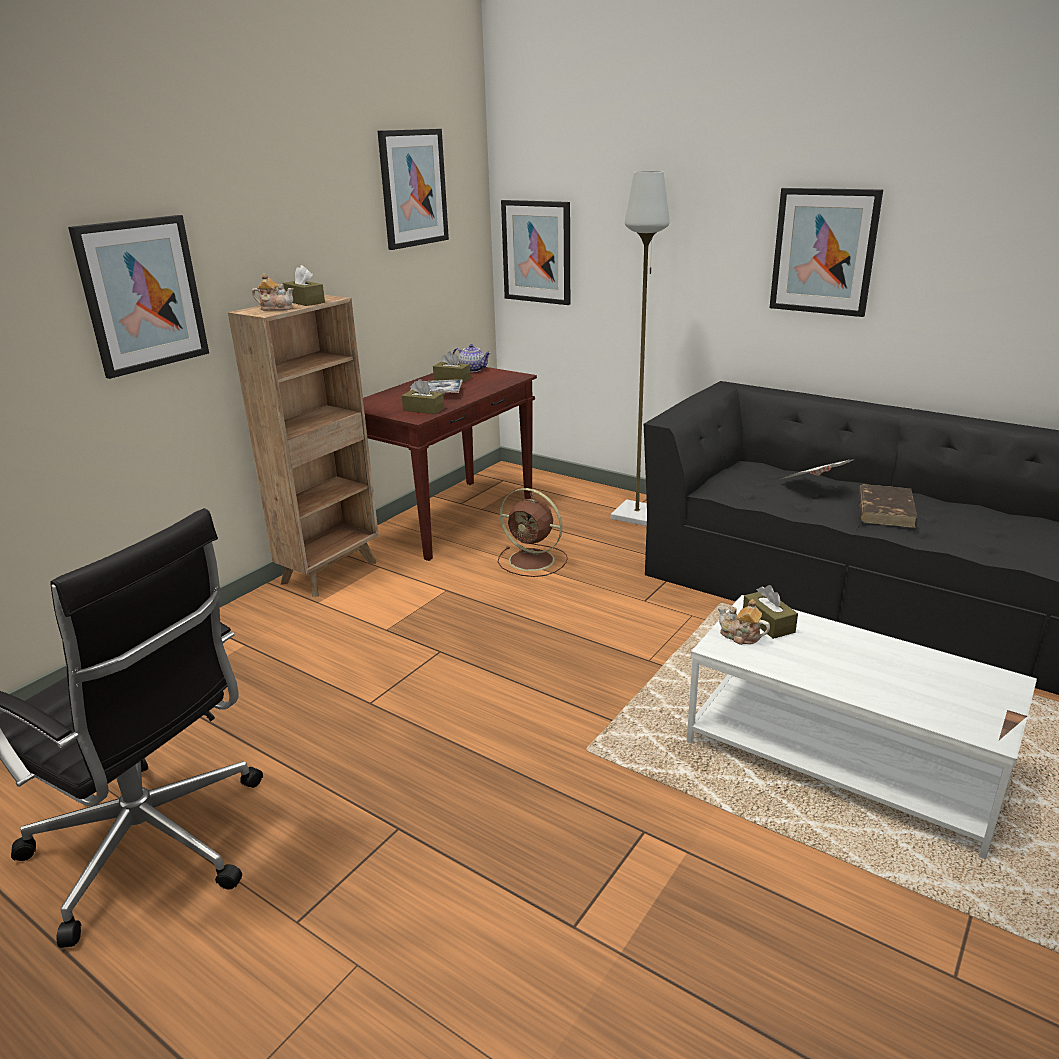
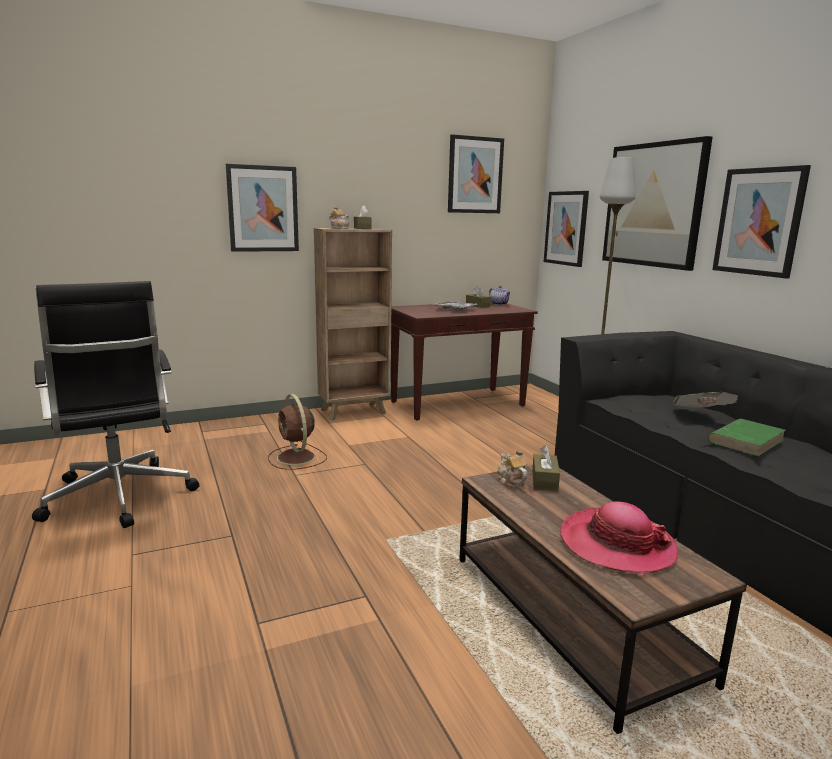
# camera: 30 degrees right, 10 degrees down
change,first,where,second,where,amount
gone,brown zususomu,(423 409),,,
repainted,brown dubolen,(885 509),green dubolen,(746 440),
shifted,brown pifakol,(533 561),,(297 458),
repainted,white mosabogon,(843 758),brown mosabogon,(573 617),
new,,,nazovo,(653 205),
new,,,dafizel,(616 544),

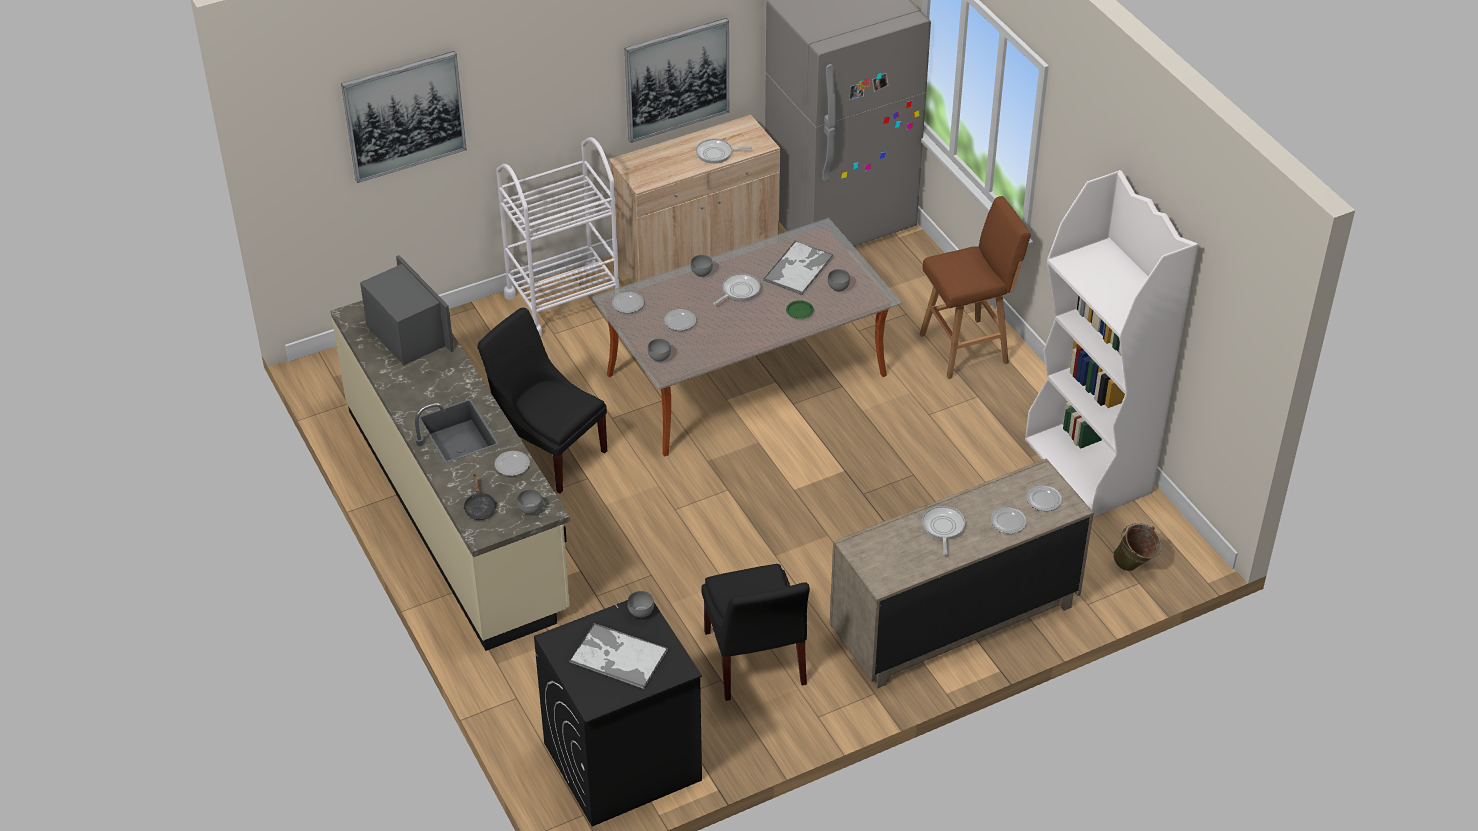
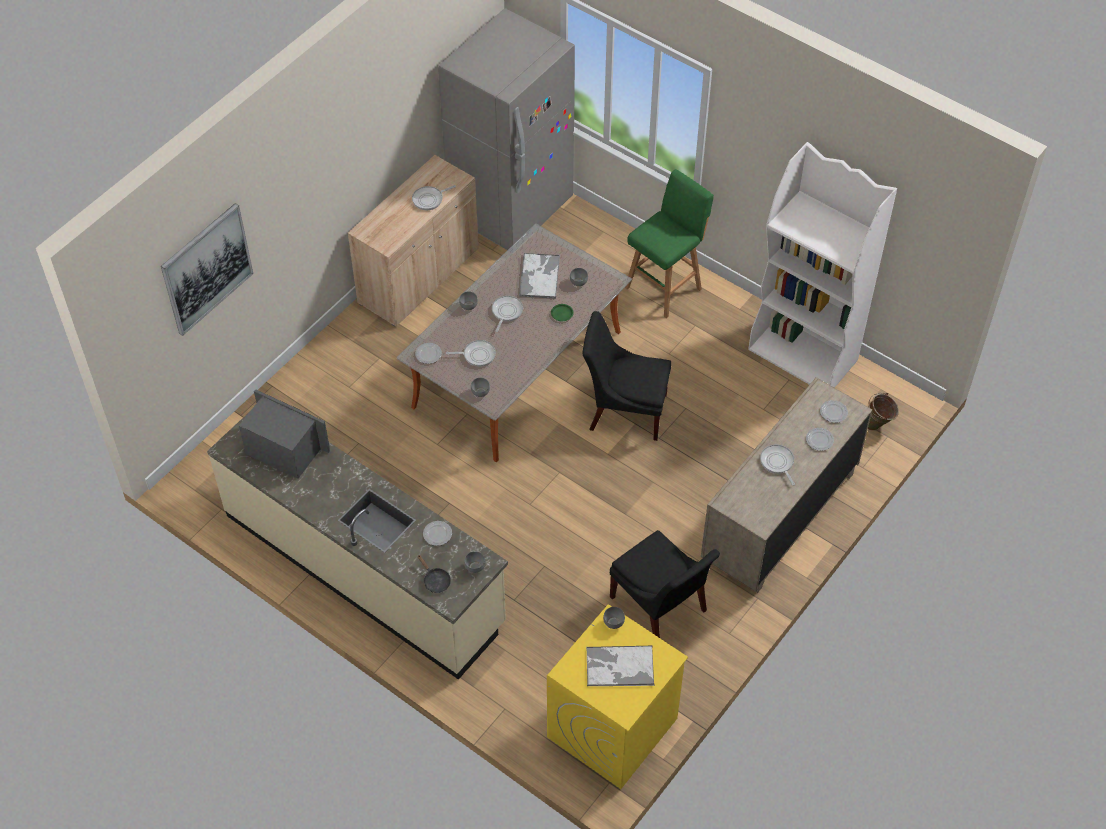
# camera: 25 degrees left, 10 degrees up
change,first,where,second,where,amount
gone,nazovo,(677 79),,,
gone,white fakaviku,(563 301),,,
repainted,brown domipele,(967 348),green domipele,(665 287),
shifted,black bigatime,(547 451),,(624 410),
swapped,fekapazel,(679 321),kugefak,(477 355),
repainted,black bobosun,(621 762),yellow bobosun,(612 728),

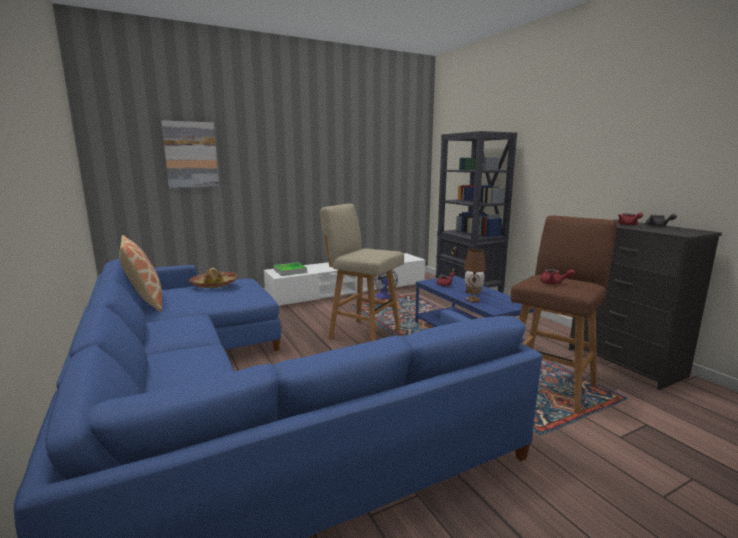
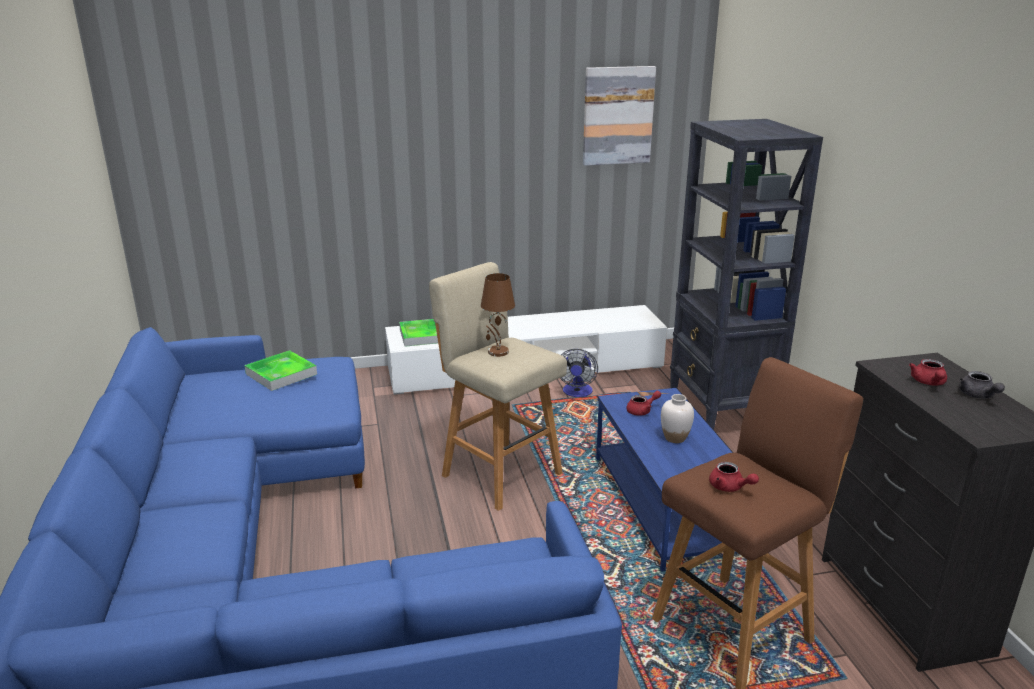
# camera: 15 degrees right, 10 degrees up
change,first,where,second,where,amount
shifted,nazovo,(191 155),,(617 115),
gone,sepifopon,(145 302),,,
shifted,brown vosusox,(472 300),,(497 352),
swapped,dafizel,(214 285),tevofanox,(281 374),

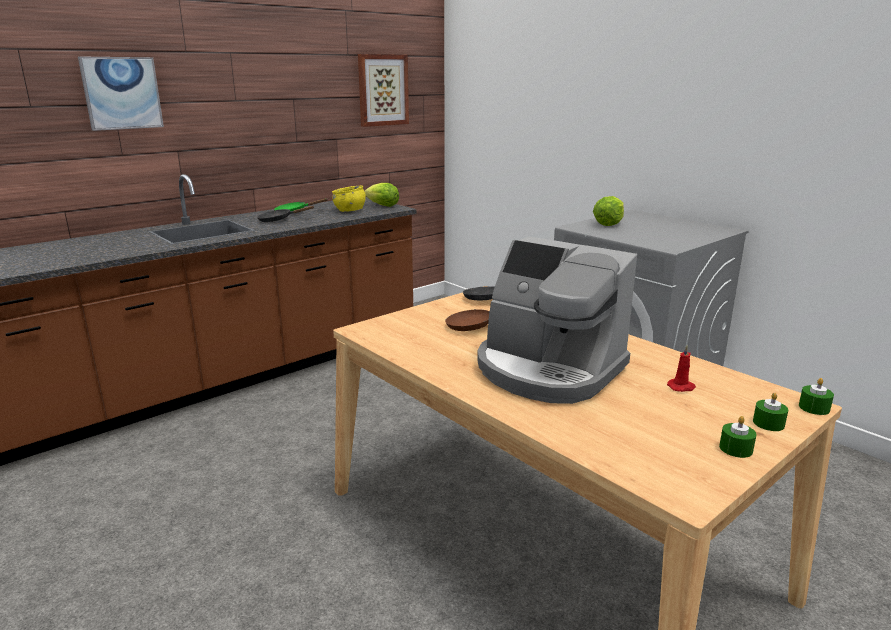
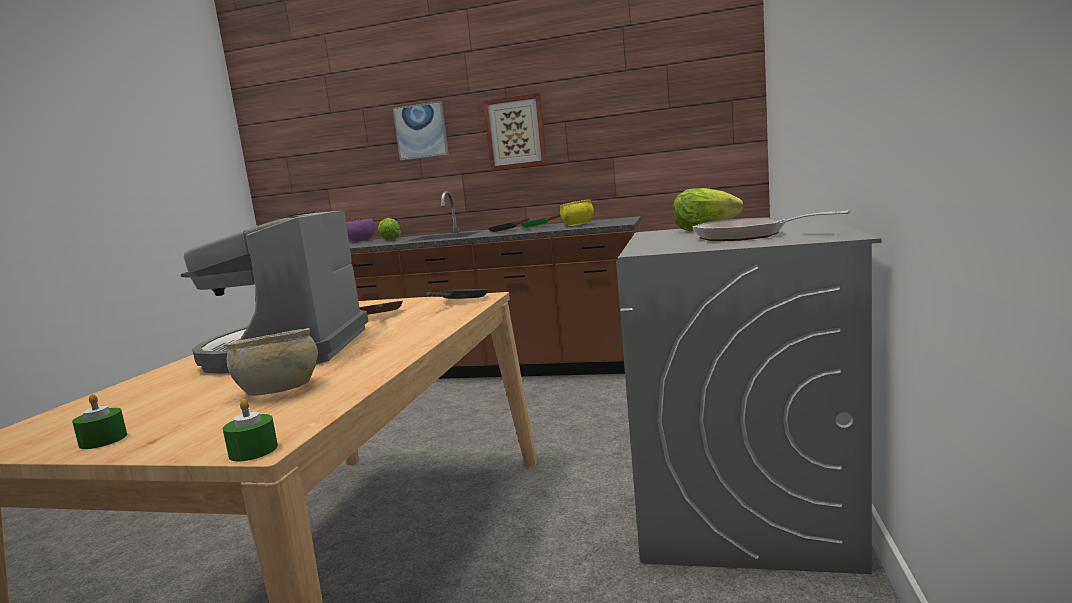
# camera: 55 degrees right, 10 degrees down
change,first,where,second,where,amount
shifted,nazovo,(382 90),,(515 132),
shifted,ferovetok,(382 206),,(391 240),
swapped,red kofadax,(681 387),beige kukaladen,(280 390),
gone,green kofadax,(768 423),,,
new,,,kugefak,(748 236),
new,,,purple kukaladen,(361 241),

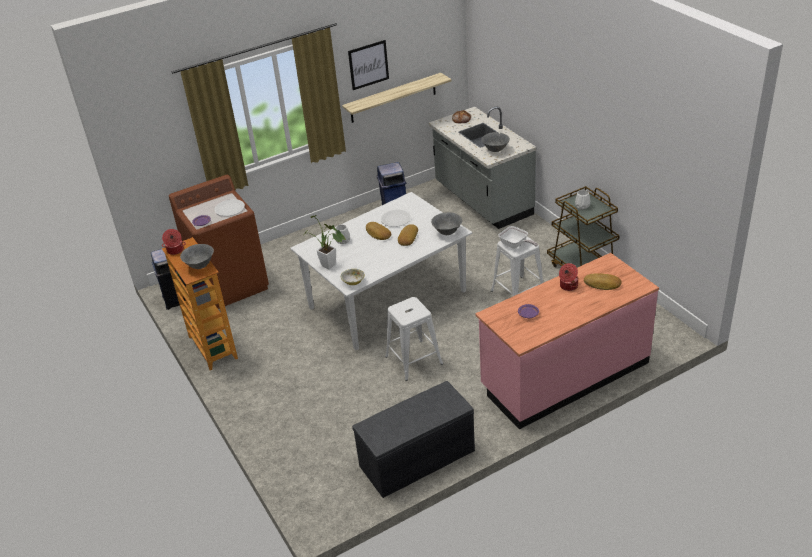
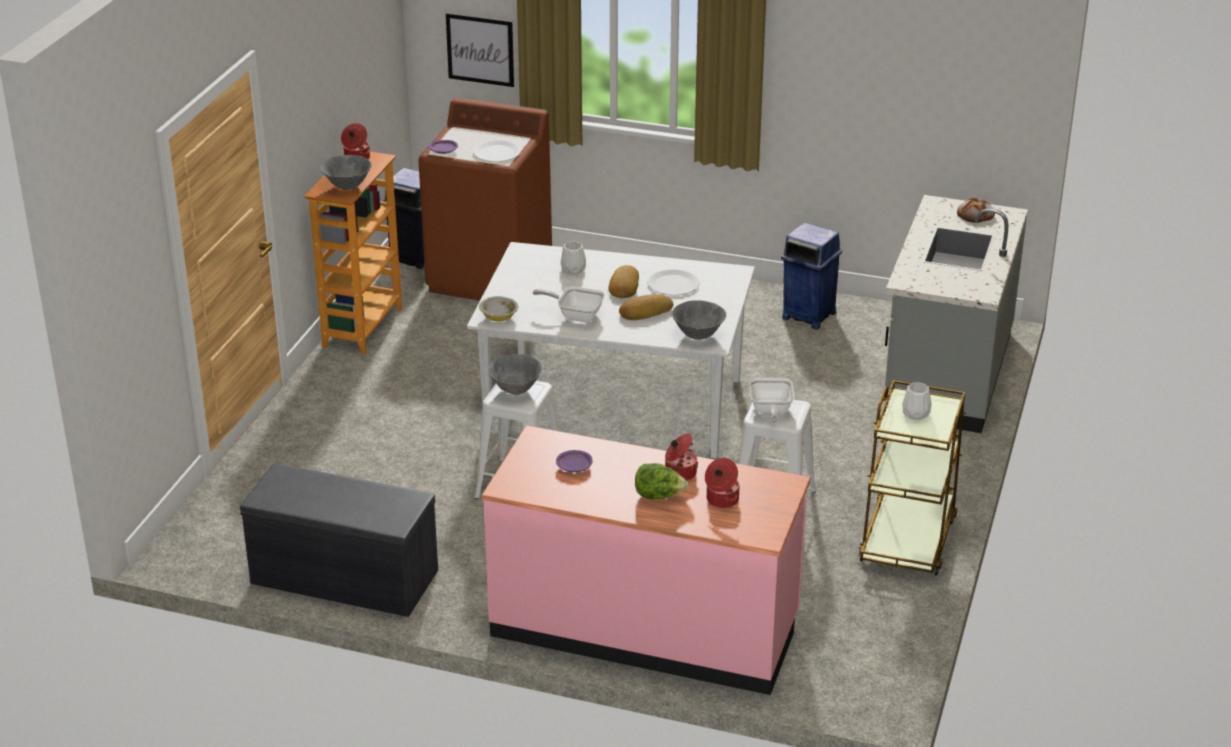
# camera: 45 degrees right, 5 degrees down
change,first,where,second,where,amount
shifted,nazovo,(368 65),,(480 49),
gone,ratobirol,(393 98),,,
shifted,grey kukaladen,(495 150),,(515 390),
gone,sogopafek,(331 266),,,
swapped,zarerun,(602 284),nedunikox,(721 500),
new,,,kugefak,(576 315),
new,,,ferovetok,(659 496),

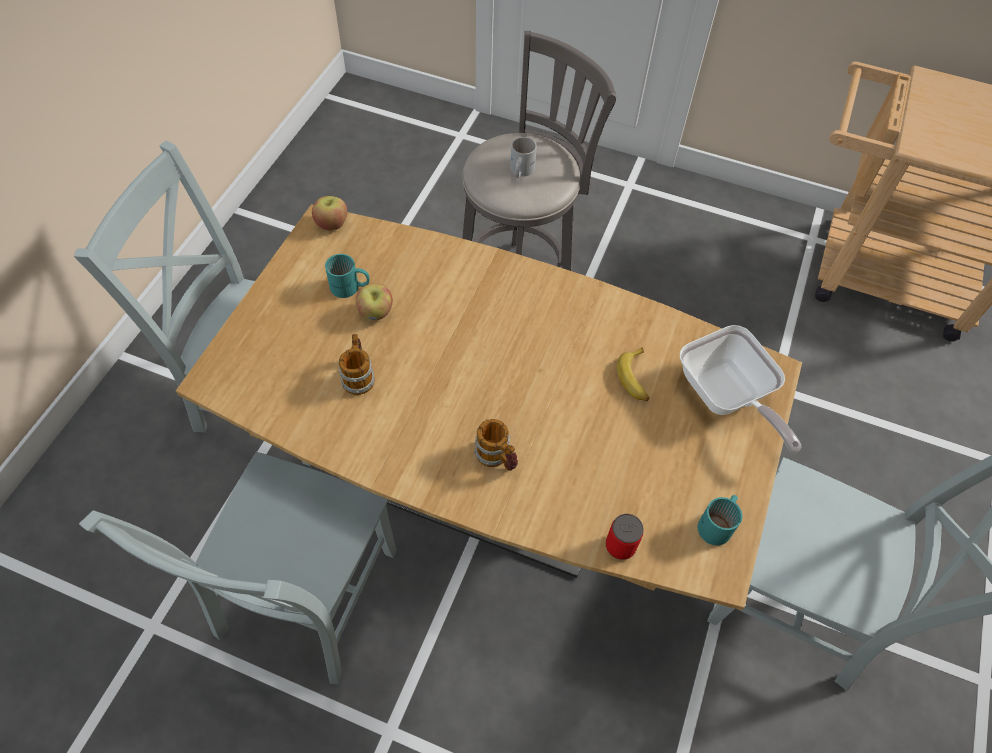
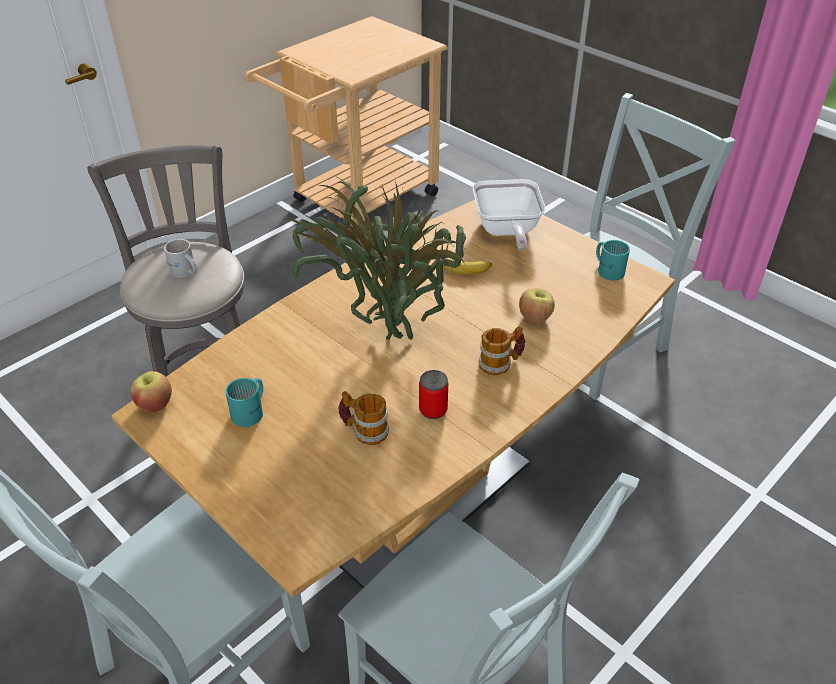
# camera: 65 degrees left, 15 degrees down
change,first,where,second,where,amount
shifted,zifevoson,(376 313),,(535 318),
rotated,kugefak,(726 398),,(506 231),90 degrees clockwise
shifted,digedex,(620 546),,(433 410),
new,,,sogopafek,(388 331),

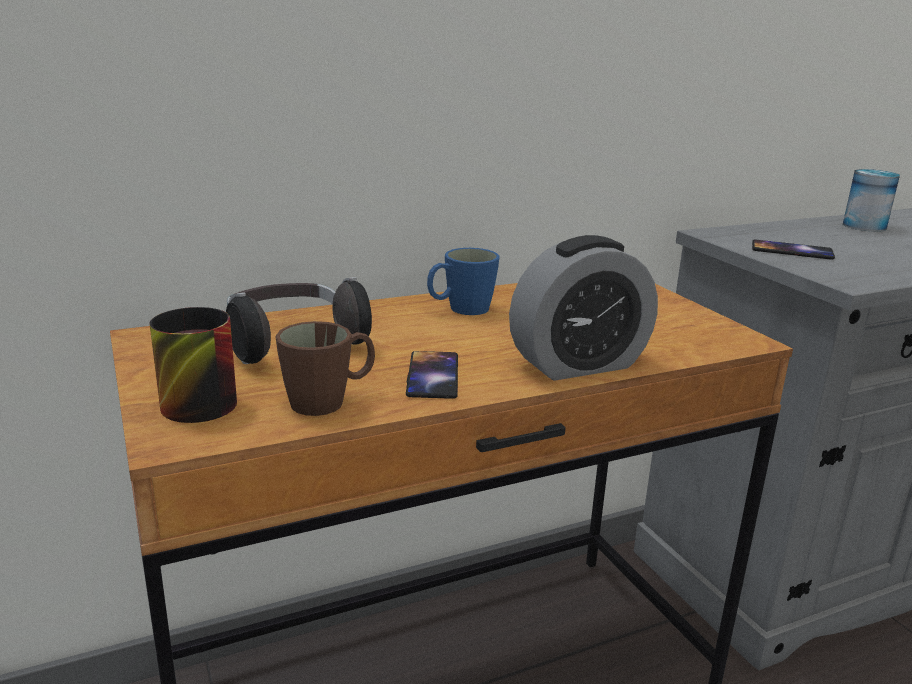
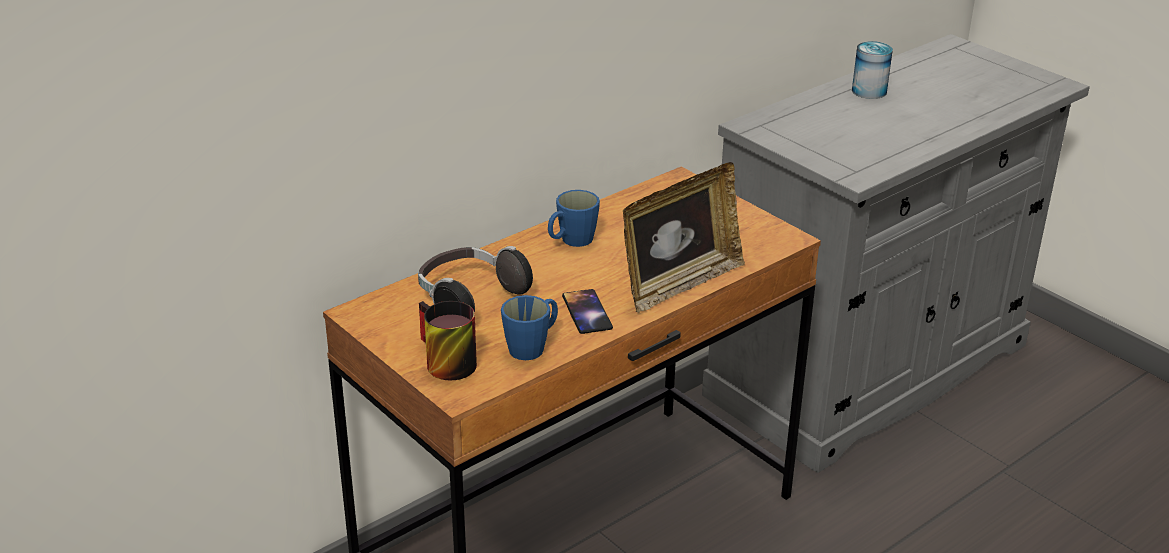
# camera: 15 degrees left, 10 degrees up
change,first,where,second,where,amount
swapped,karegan,(578 364),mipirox,(679 284),
gone,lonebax,(792 251),,,
repainted,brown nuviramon,(329 401),blue nuviramon,(532 346),

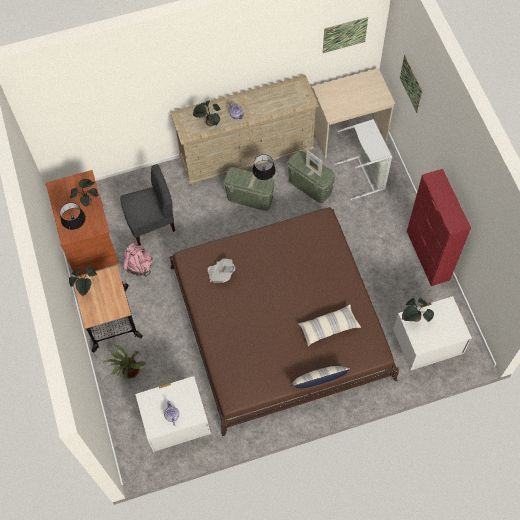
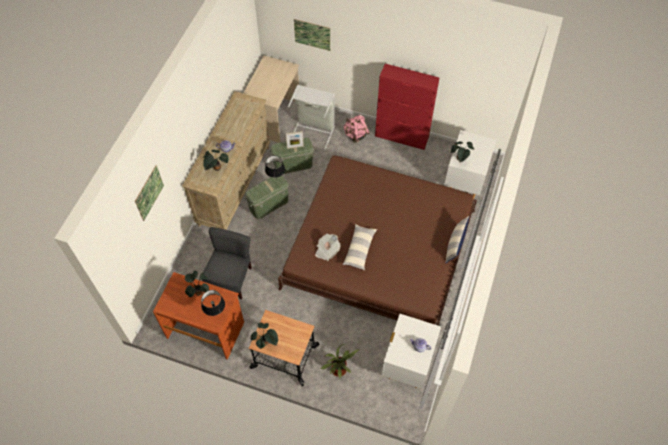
# camera: 55 degrees left, 5 degrees down
change,first,where,second,where,amount
shifted,nazovo,(344 34),,(149 193),
shifted,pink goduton,(139 265),,(355 135),
shifted,sepifopon,(329 327),,(359 249),

